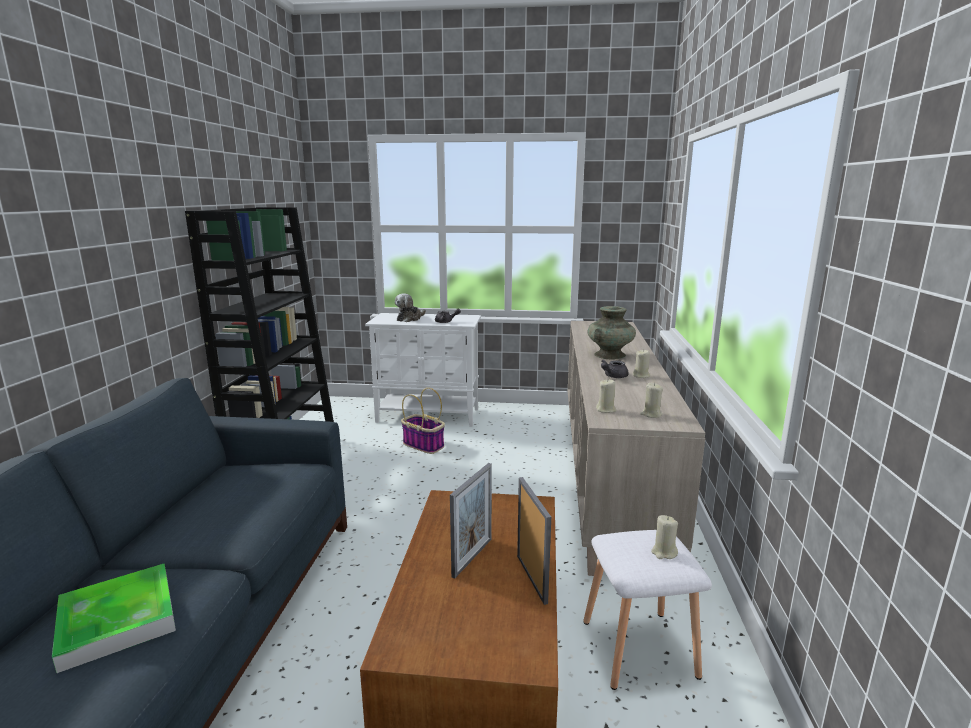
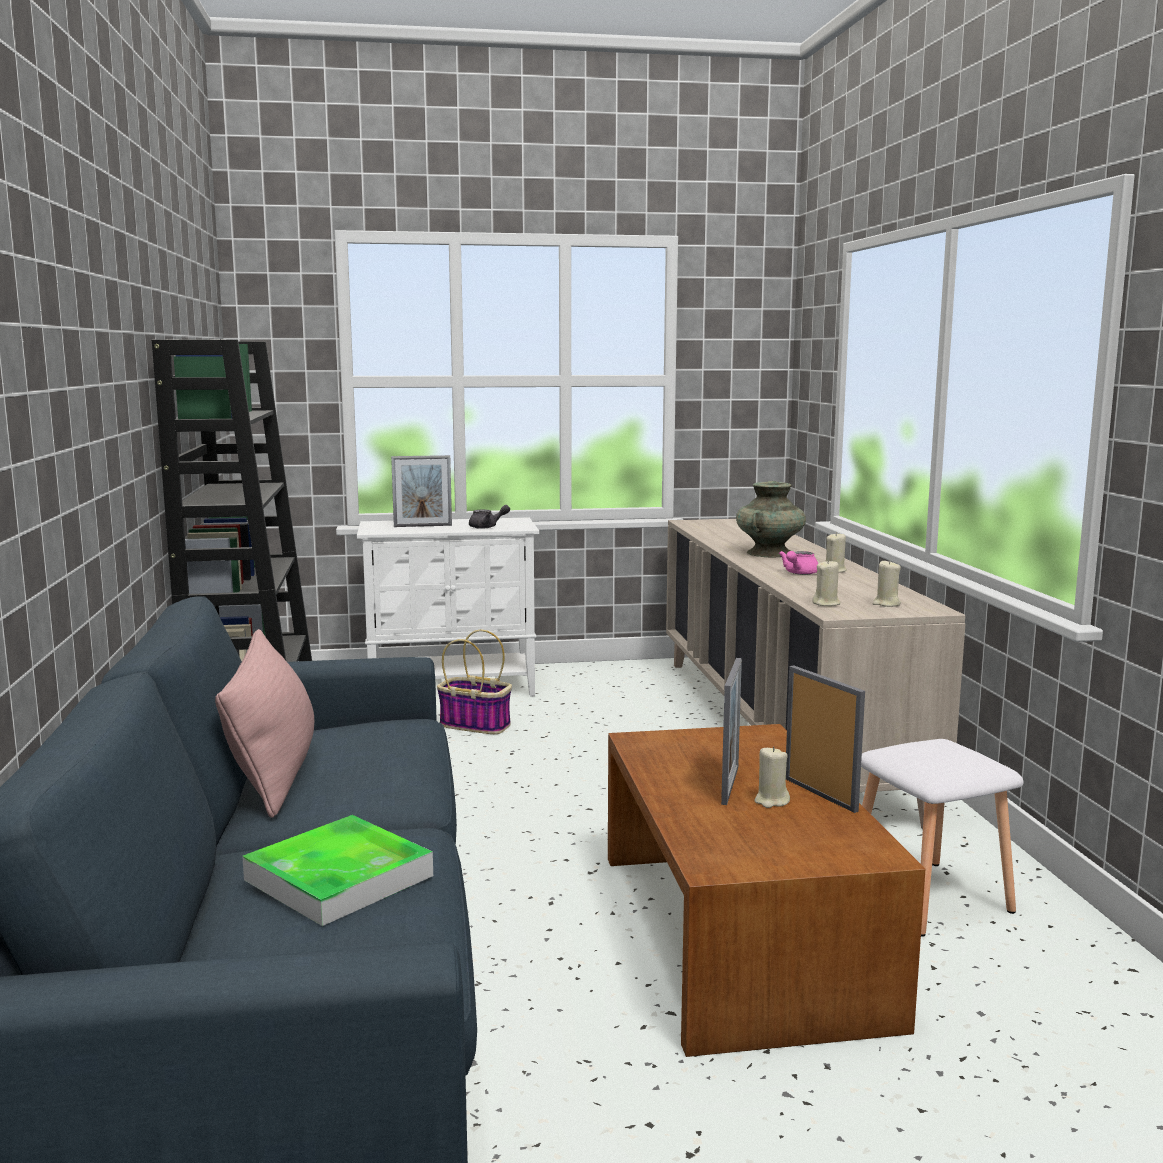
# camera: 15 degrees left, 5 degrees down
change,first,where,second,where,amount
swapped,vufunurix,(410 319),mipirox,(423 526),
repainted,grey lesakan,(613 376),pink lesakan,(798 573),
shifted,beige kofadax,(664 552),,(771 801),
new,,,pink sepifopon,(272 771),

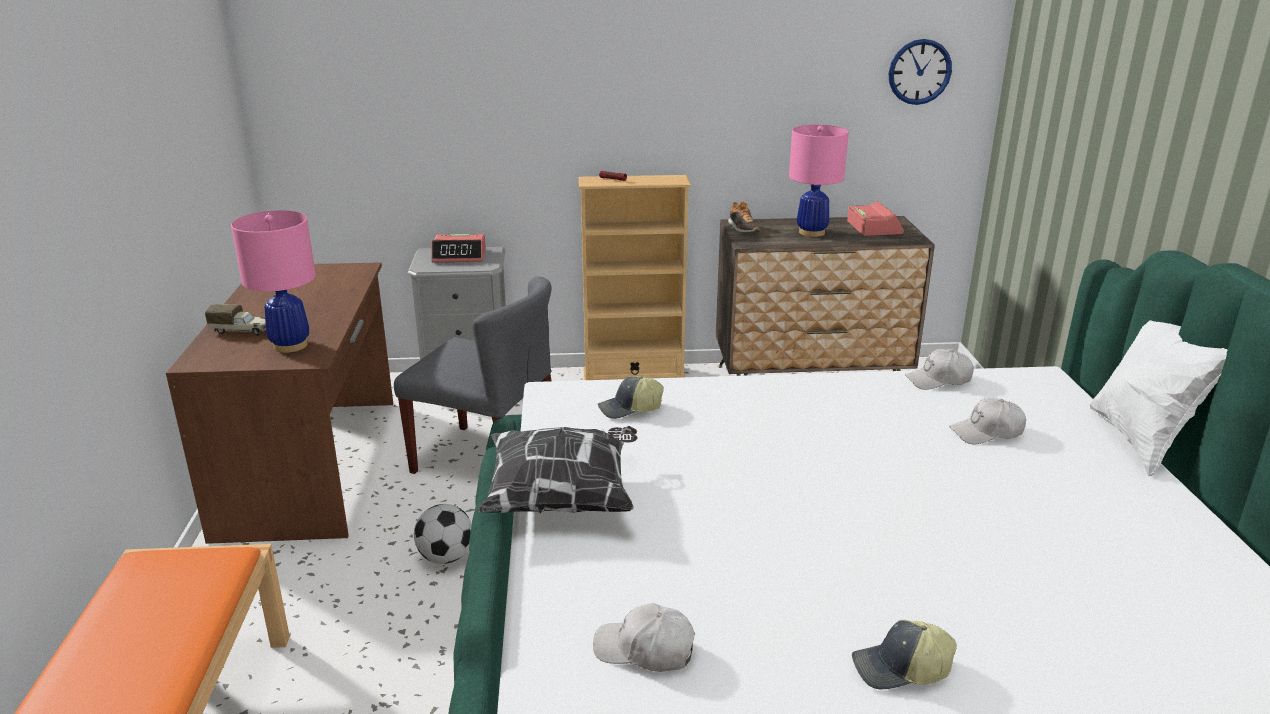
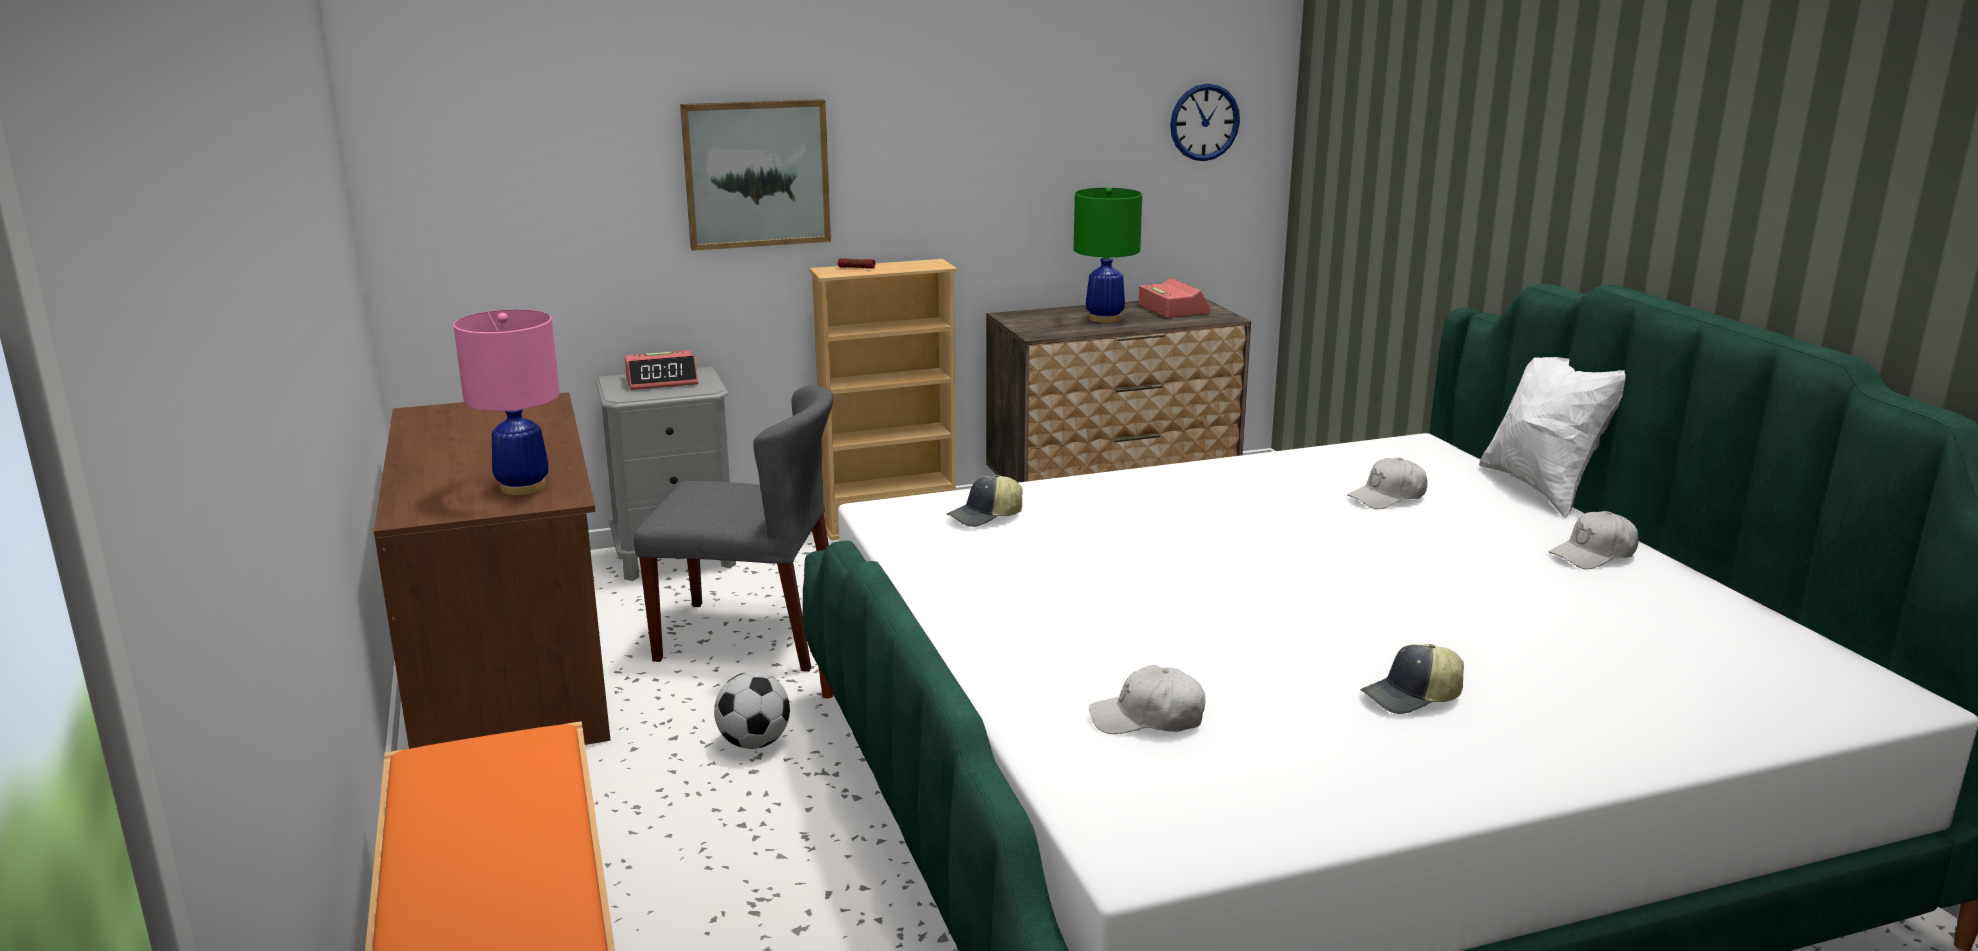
# camera: 15 degrees left, 5 degrees down
change,first,where,second,where,amount
repainted,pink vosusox,(812 232),green vosusox,(1105 318),
gone,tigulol,(743 228),,,
gone,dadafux,(242 331),,,
shifted,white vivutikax,(939 380),,(1594 555),
gone,sepifopon,(563 497),,,
new,,,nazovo,(756 174),

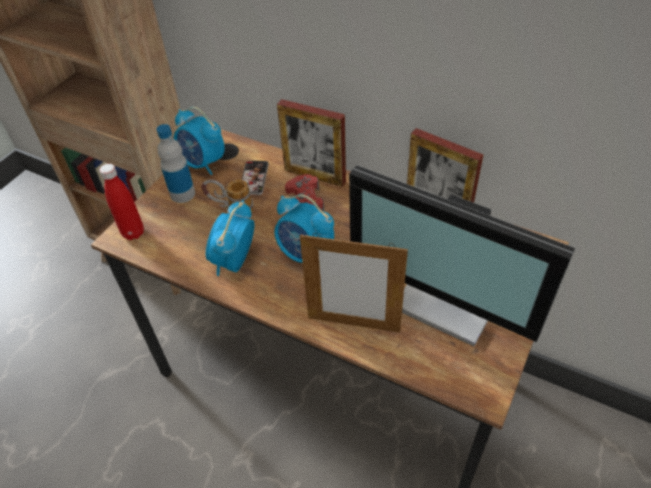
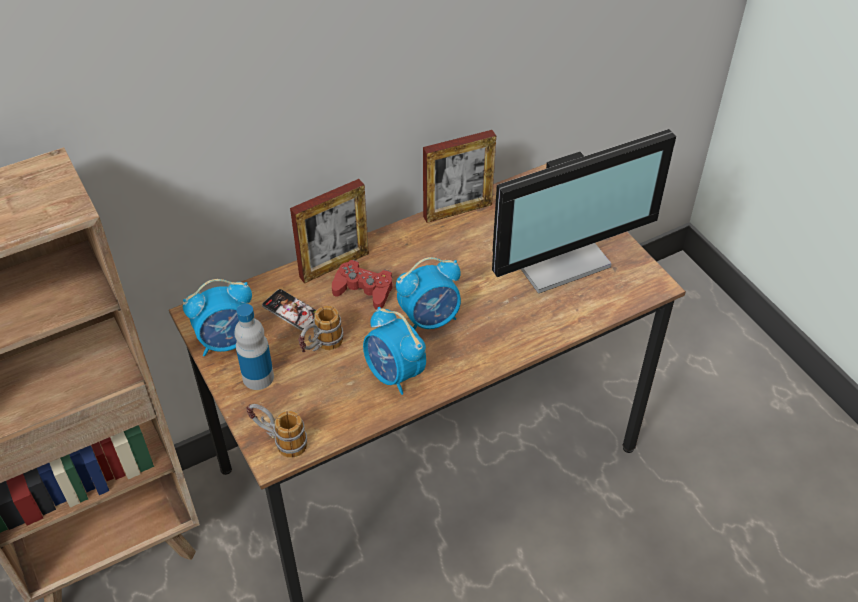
# camera: 60 degrees left, 0 degrees up
change,first,where,second,where,amount
swapped,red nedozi,(133 233),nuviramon,(279 441),
gone,mipirox,(353 324),,,

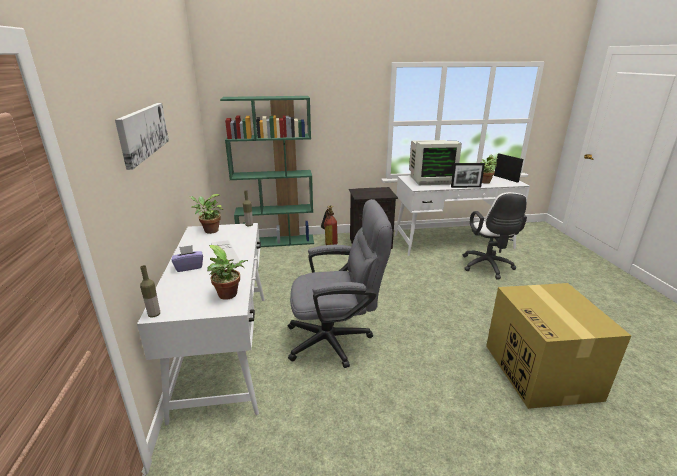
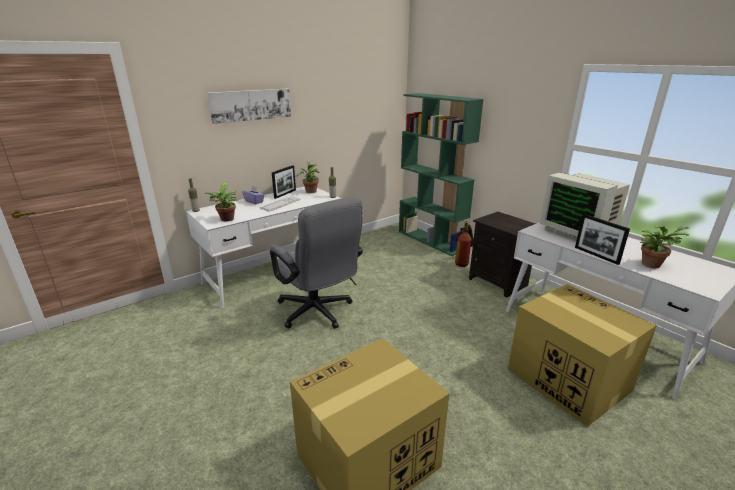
# camera: 60 degrees right, 0 degrees up
change,first,where,second,where,amount
shifted,mipirox,(506 179),,(285 194),
swapped,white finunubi,(488 267),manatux,(566 379),

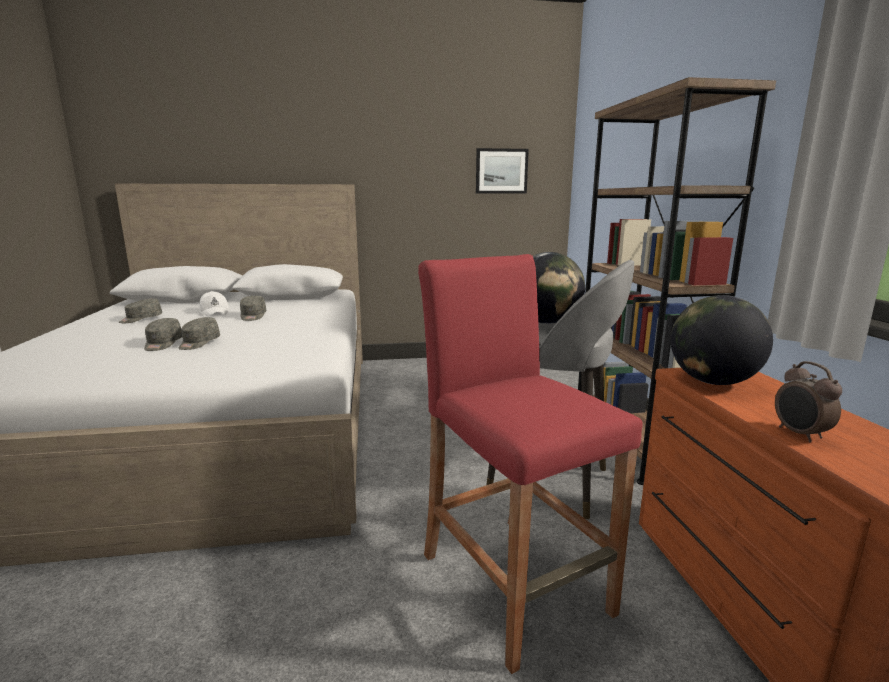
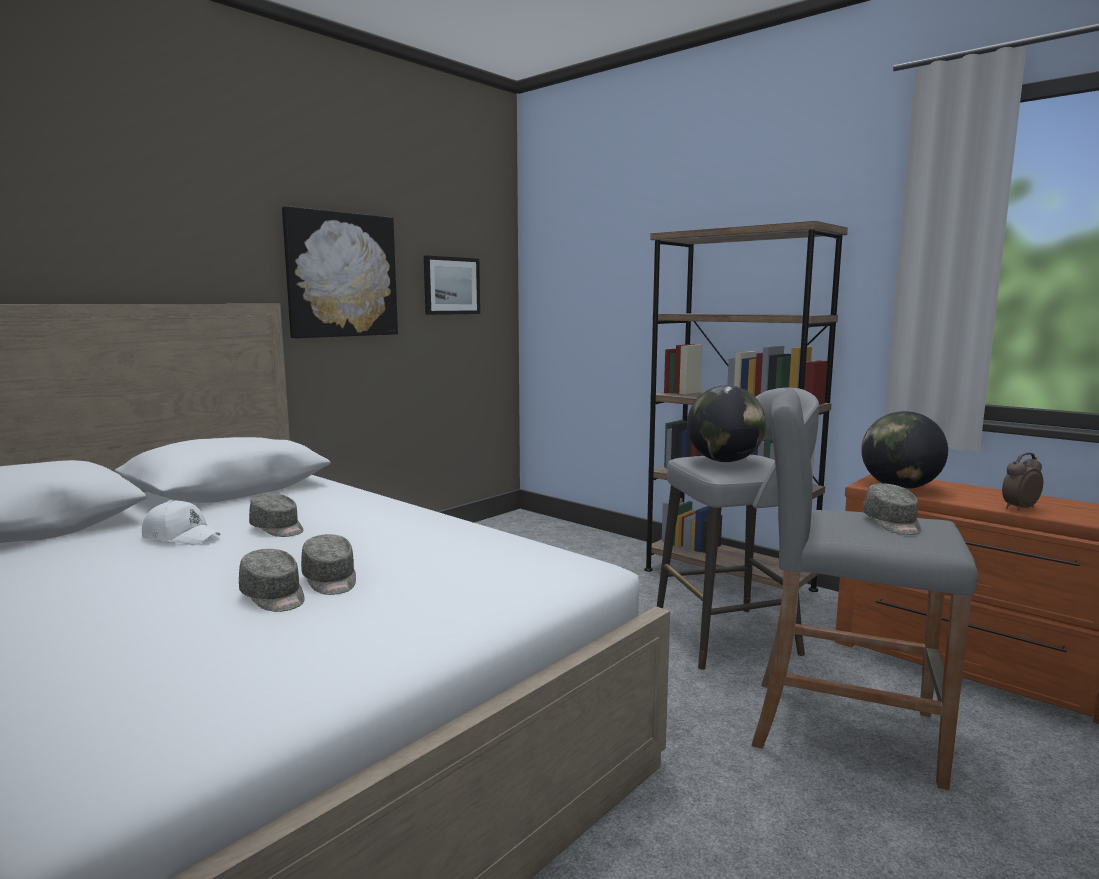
# camera: 40 degrees left, 5 degrees down
change,first,where,second,where,amount
repainted,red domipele,(514 583),grey domipele,(844 729),
shifted,grey vivutikax,(141 319),,(892 523),
rotated,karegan,(799 434),,(1018 508),120 degrees clockwise
new,,,nazovo,(341 275),

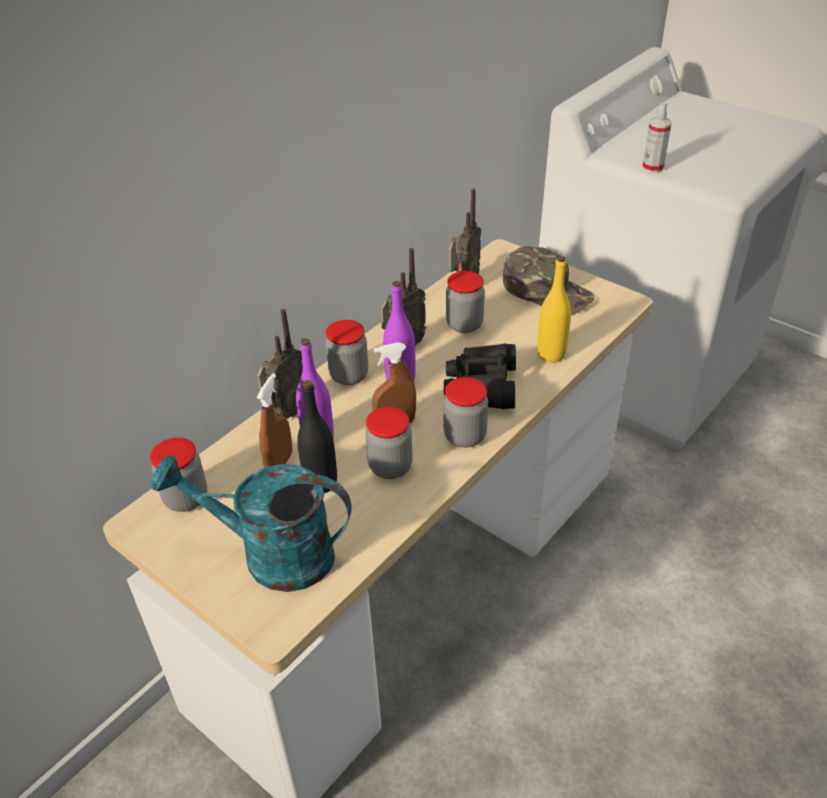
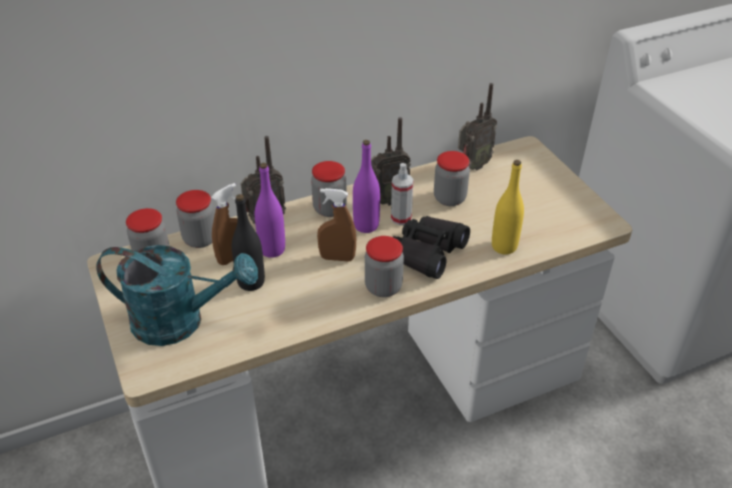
# camera: 25 degrees right, 0 degrees up
change,first,where,second,where,amount
shifted,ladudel,(652 168),,(401 218),
gone,green vivutikax,(547 290),,,
shifted,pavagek,(390 467),,(200 239),
rotated,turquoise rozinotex,(272 555),,(180 321),150 degrees clockwise

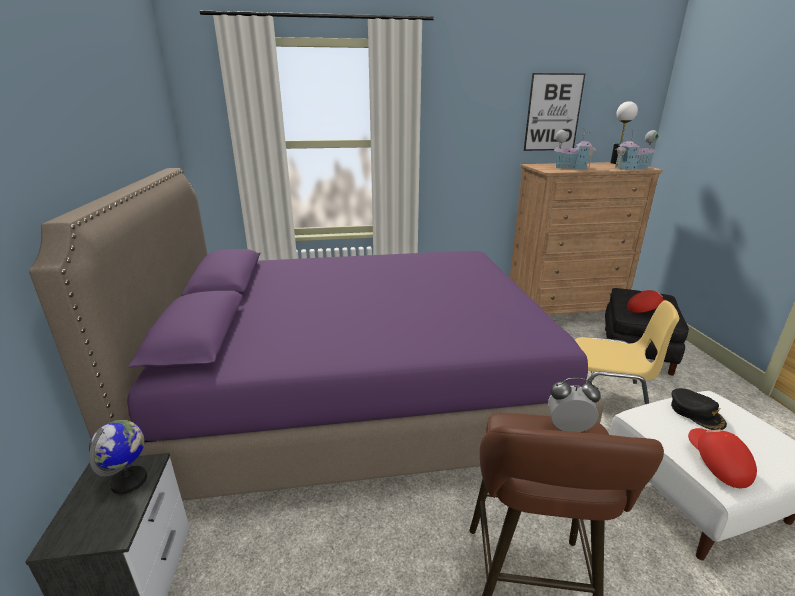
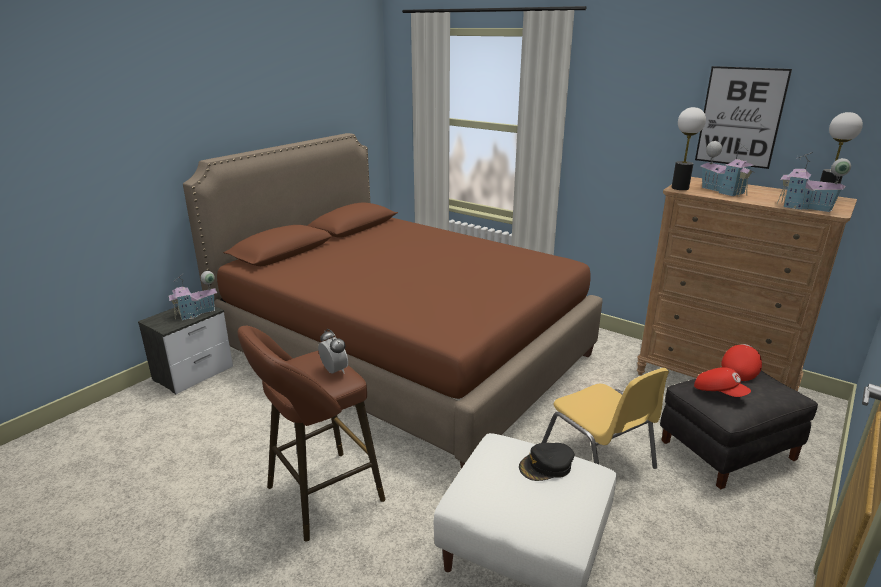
# camera: 45 degrees right, 0 degrees up
change,first,where,second,where,amount
repainted,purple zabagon,(359 396),brown zabagon,(403 353),
rotated,black vivutikax,(696 413),,(546 466),45 degrees clockwise
swapped,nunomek,(130 481),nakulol,(196 313),
shifted,red vivutikax,(716 464),,(739 370),
new,,,vosusox,(680 188),

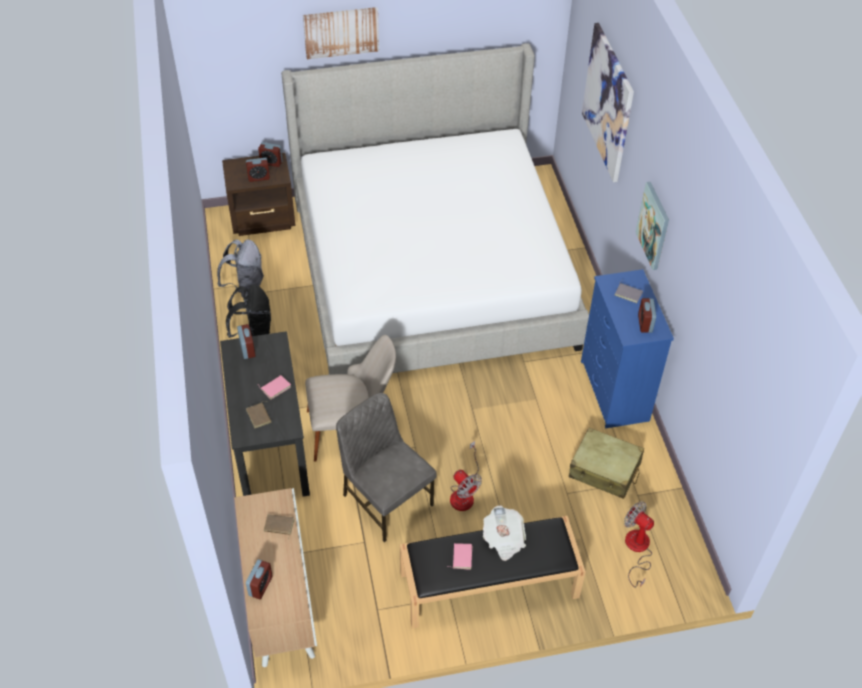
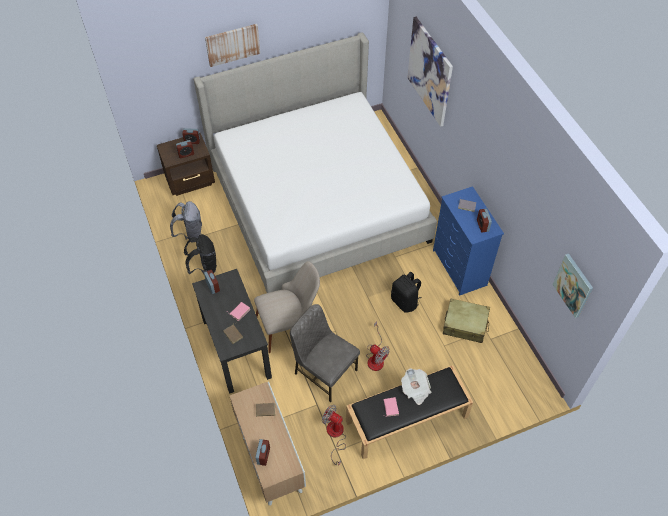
# camera: 10 degrees left, 5 degrees up
change,first,where,second,where,amount
shifted,nazovo,(654 225),,(573 285),
shifted,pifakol,(637 549),,(335 435),
new,,,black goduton,(405 302),

